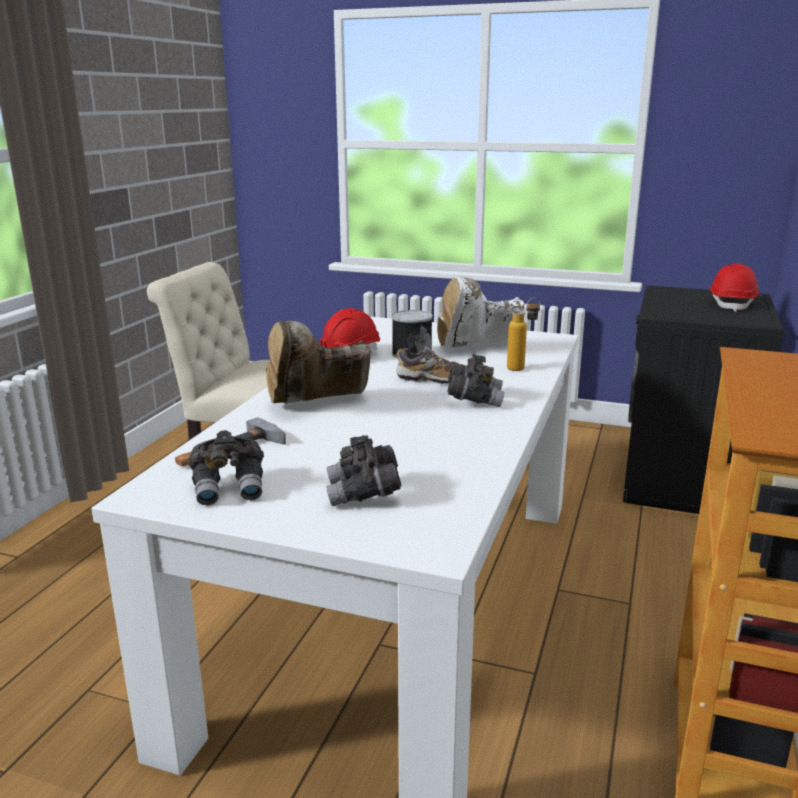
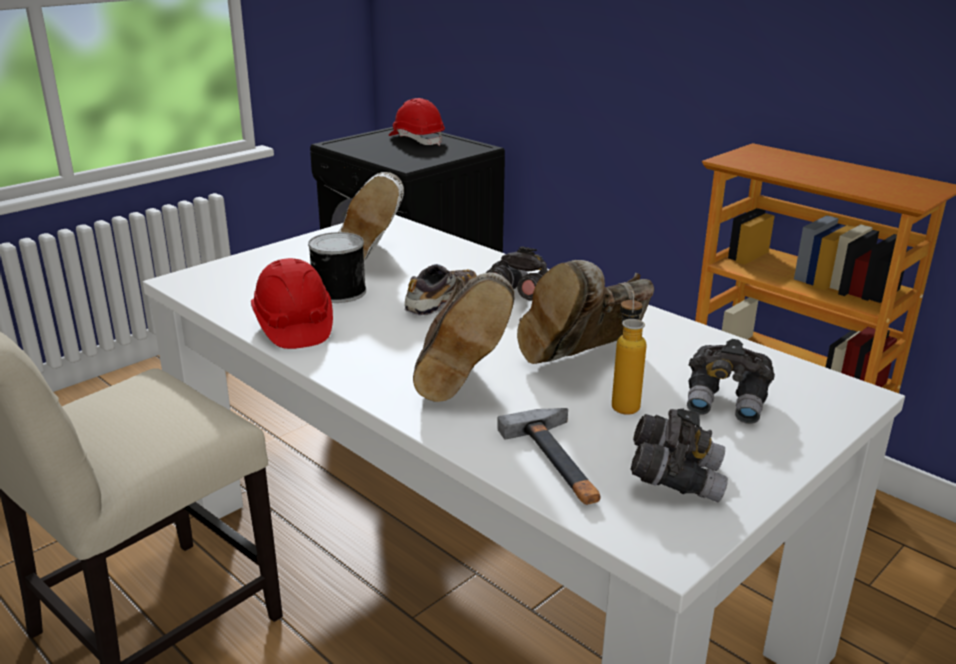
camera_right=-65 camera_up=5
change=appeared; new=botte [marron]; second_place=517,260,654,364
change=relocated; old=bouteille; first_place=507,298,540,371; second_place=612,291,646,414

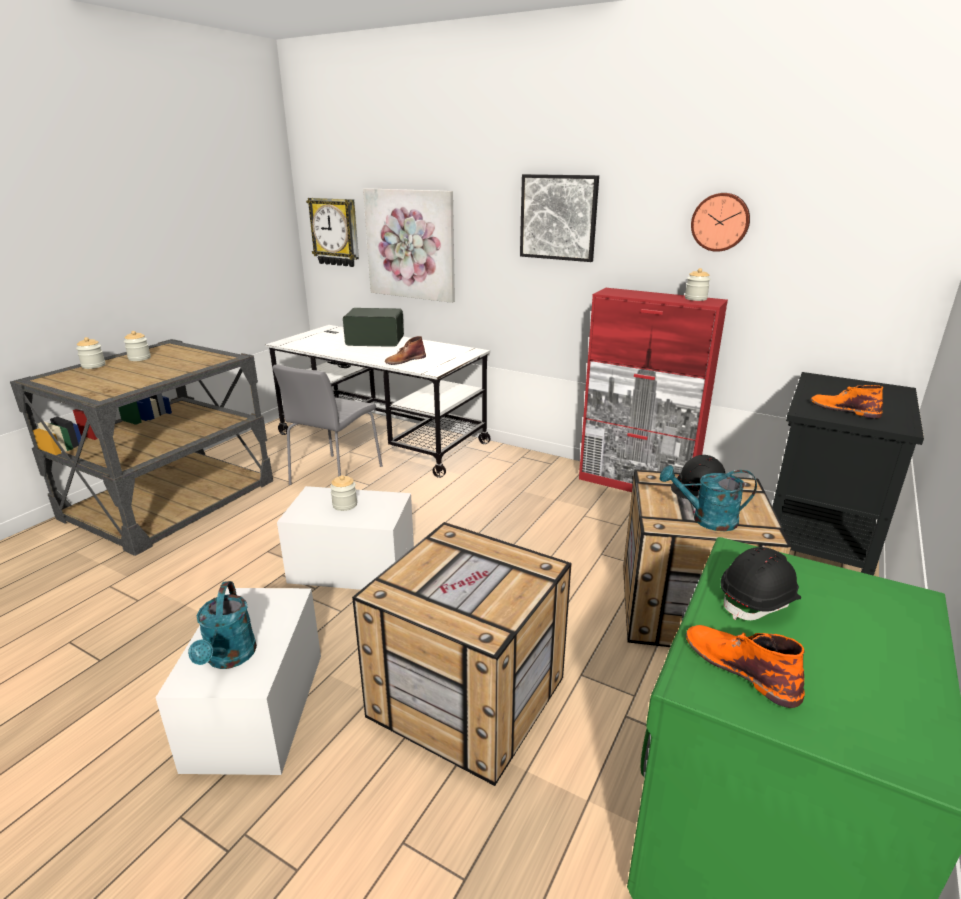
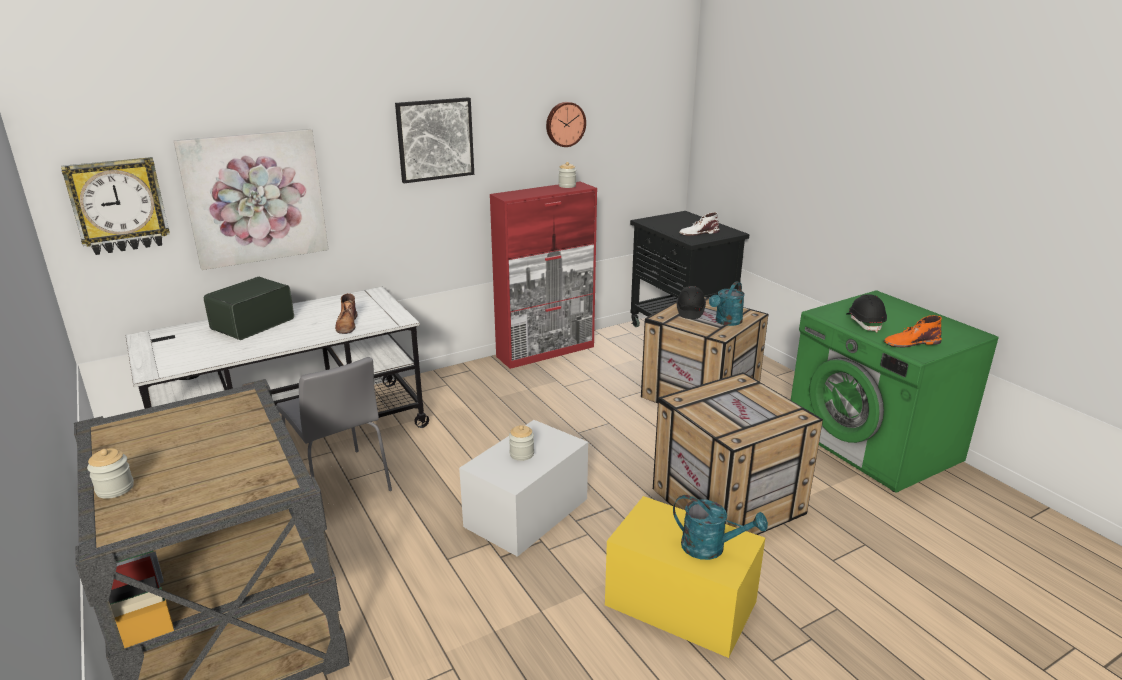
camera_right=-60 camera_up=0
change=missing; old=bocal; first_place=124,331,151,361
change=colour; old=boîte de rangement [blanc]; new=boîte de rangement [jaune]; first_place=155,588,321,775; second_place=605,496,765,658
change=colour; old=botte [orange]; new=botte [blanc]; first_place=811,385,883,419; second_place=679,212,719,236

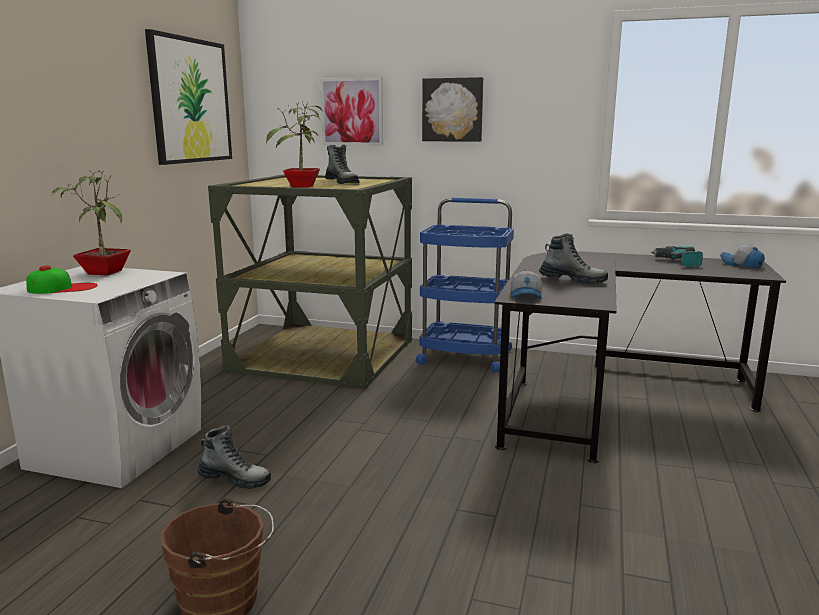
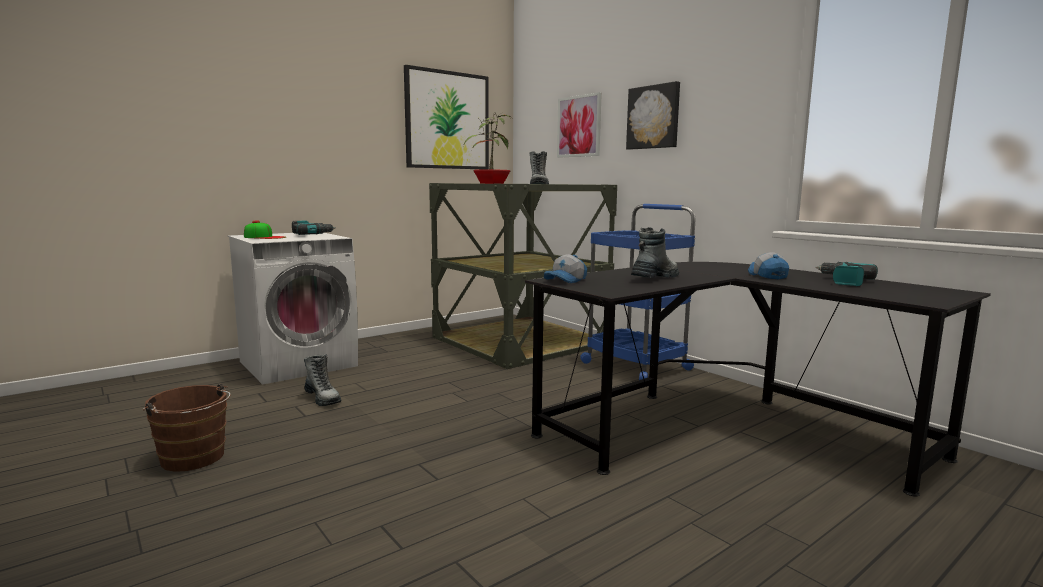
camera_right=35 camera_up=-5
change=relocated; old=casquette; first_place=720,245,765,268; second_place=748,252,789,279
change=exchanged; old=plante en pot; new=perceuse; first_place=51,171,131,276; second_place=292,221,336,235
change=spun; old=botte; first_place=539,233,608,284; second_place=630,227,679,278; degrees=-105

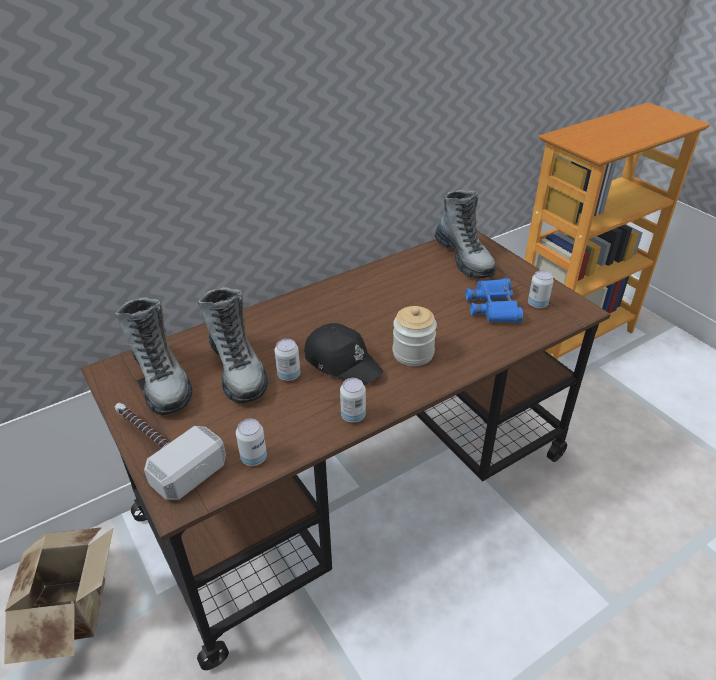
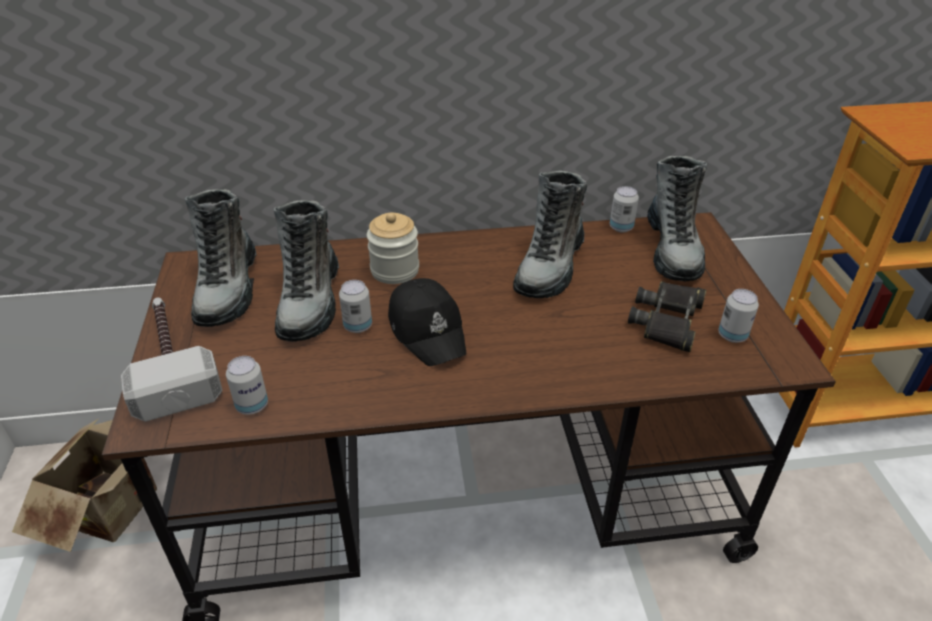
camera_right=25 camera_up=0
change=appeared; new=botte; second_place=513,170,587,298
change=relocated; old=boîte métallique; first_place=340,378,366,423; second_place=610,186,639,233
change=relocated; old=bocal; first_place=393,306,437,366; second_place=367,213,419,284
change=colour; old=jumelles [bleu]; new=jumelles [noir]; first_place=466,278,523,323; second_place=628,281,706,352

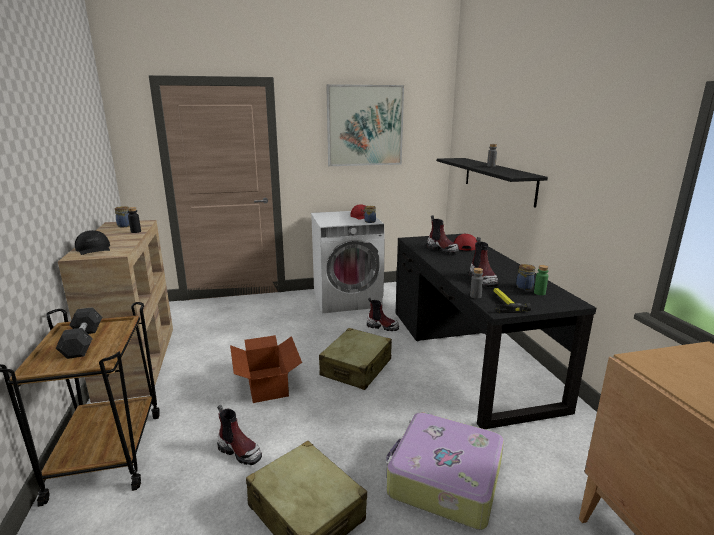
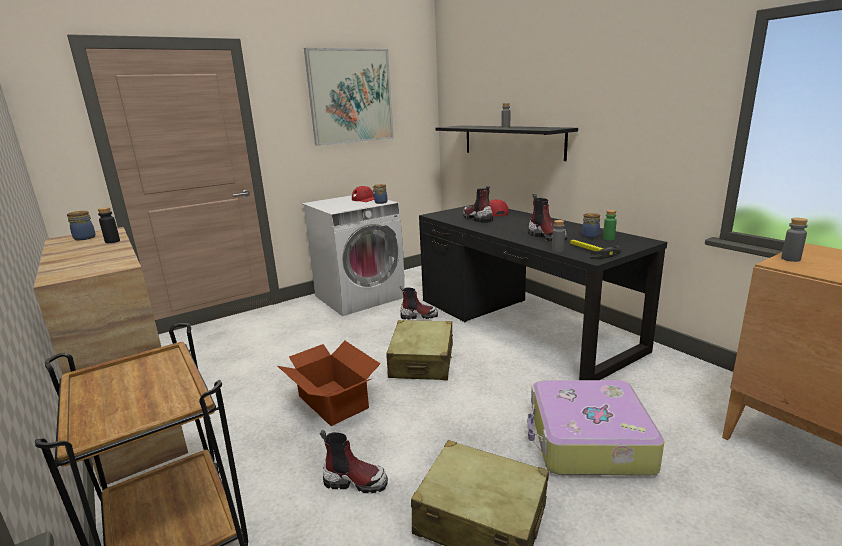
camera_right=-20 camera_up=0
change=missing; old=haltère [gris]; first_place=56,307,102,359
change=missing; old=casquette [noir]; first_place=75,230,110,255
change=appeared; new=bouteille [gris]; second_place=781,218,808,262
change=spun; old=botte; first_place=427,215,459,254; second_place=463,186,493,223; degrees=-150

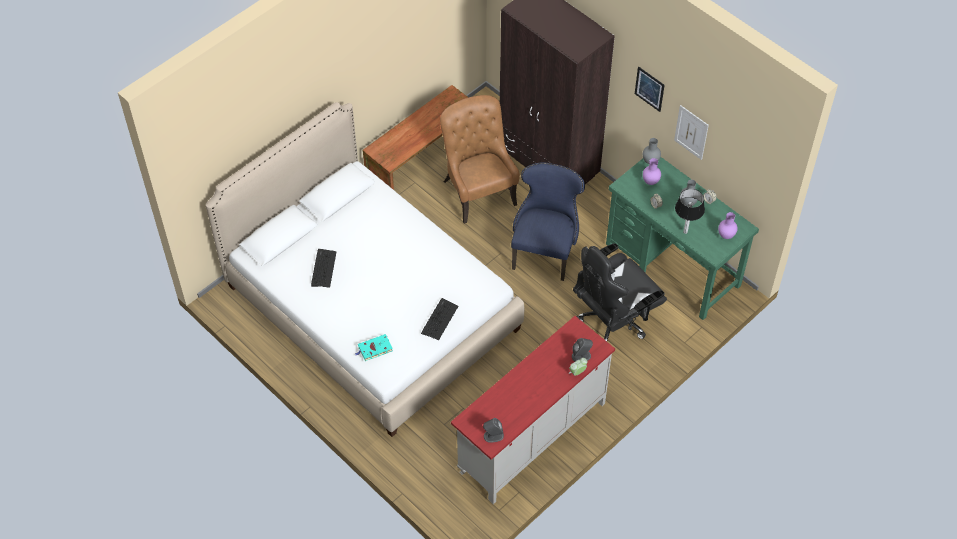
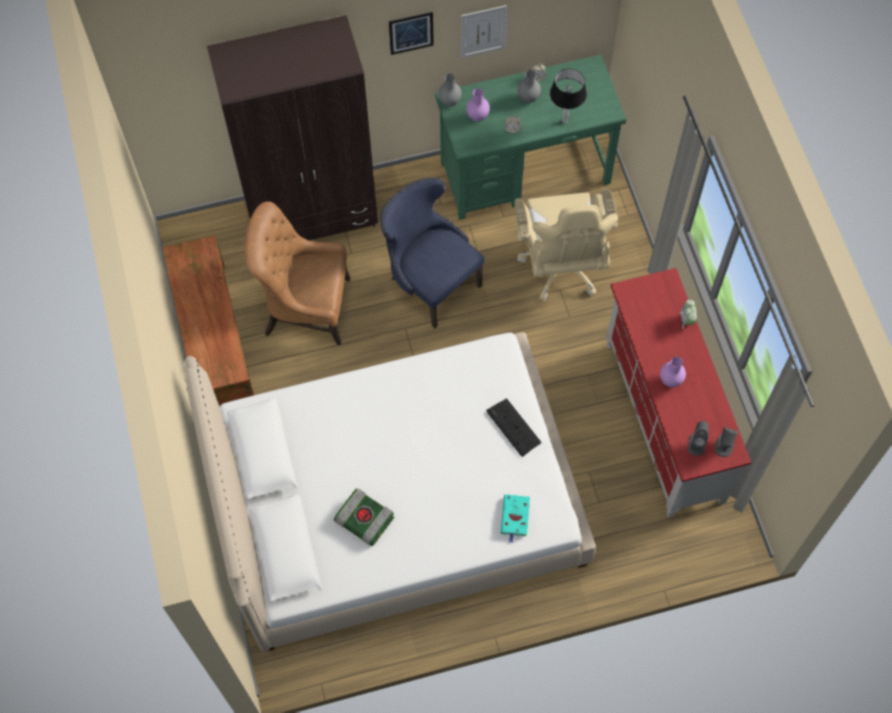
camera_right=-60 camera_up=10
change=relocated; old=enceinte [gris]; first_place=572,338,593,362; second_place=688,421,709,456
change=relocated; old=vase [violet]; first_place=718,212,738,239; second_place=660,357,686,387
change=exchanged; old=clavier; new=livre; first_place=311,249,337,288; second_place=334,488,394,546
change=colour; old=chaise de bureau [noir]; new=chaise de bureau [beige]; first_place=573,244,667,341; second_place=515,189,618,301

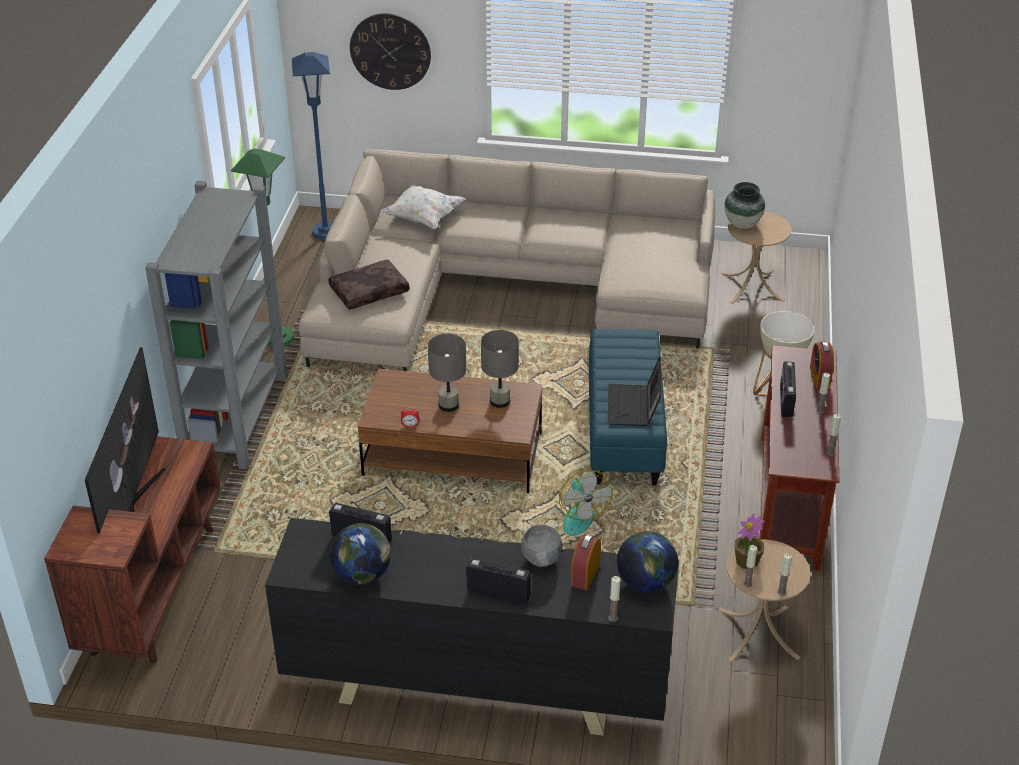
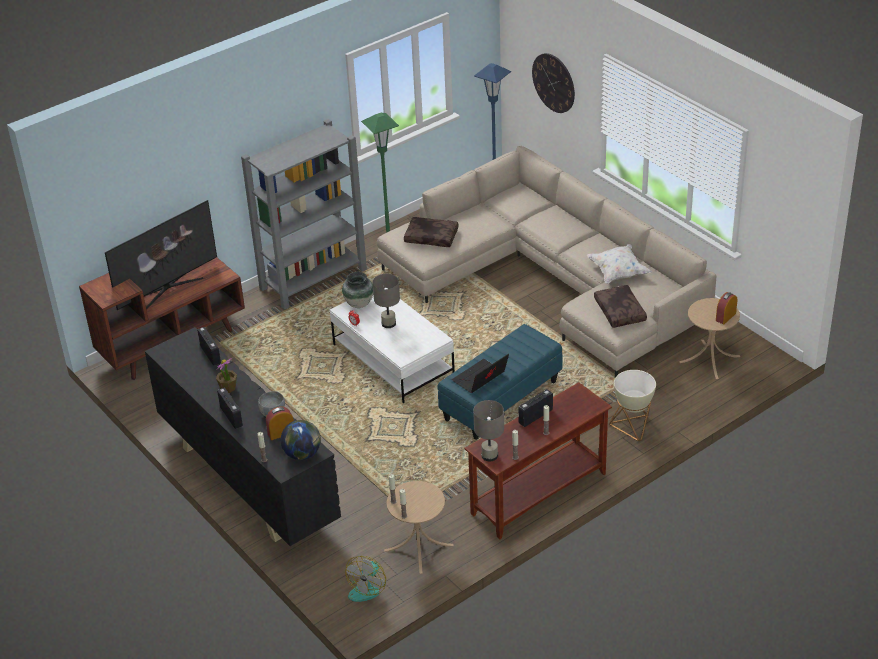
camera_right=45 camera_up=0
change=missing; old=globe; first_place=330,523,391,585
change=appeared; new=coussin [marron]; second_place=594,285,647,328
change=relocated; old=coussin [blanc]; first_place=381,183,466,229; second_place=587,244,652,284
change=relocated; old=lampe de table [gris]; first_place=481,330,519,408; second_place=474,400,504,461
change=relocated; old=ventilateur; first_place=553,470,613,536; second_place=345,556,386,602
change=relocated; old=vase; first_place=724,182,765,229; second_place=342,272,373,308
change=relocated; old=plante en pot; first_place=735,514,765,569; second_place=216,357,237,393
change=relocated; old=réveil; first_place=810,341,834,388; second_place=716,292,737,324
change=colour; old=table basse [marron]; new=table basse [blanc]; first_place=358,369,542,493; second_place=330,296,455,403

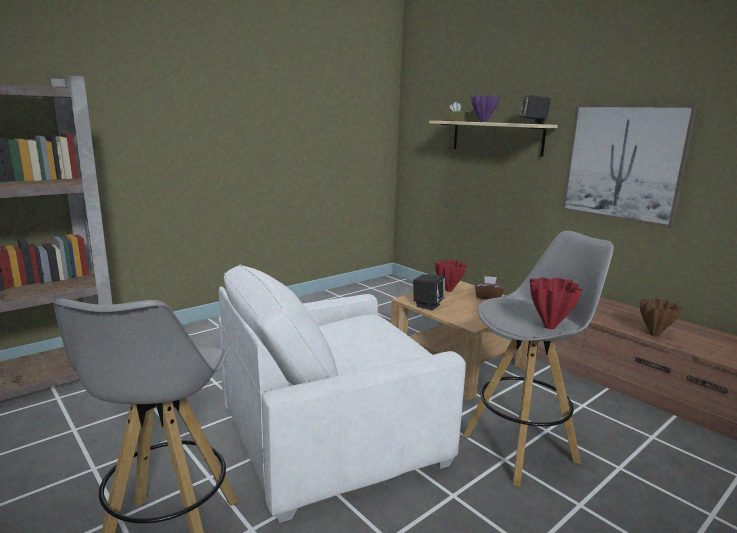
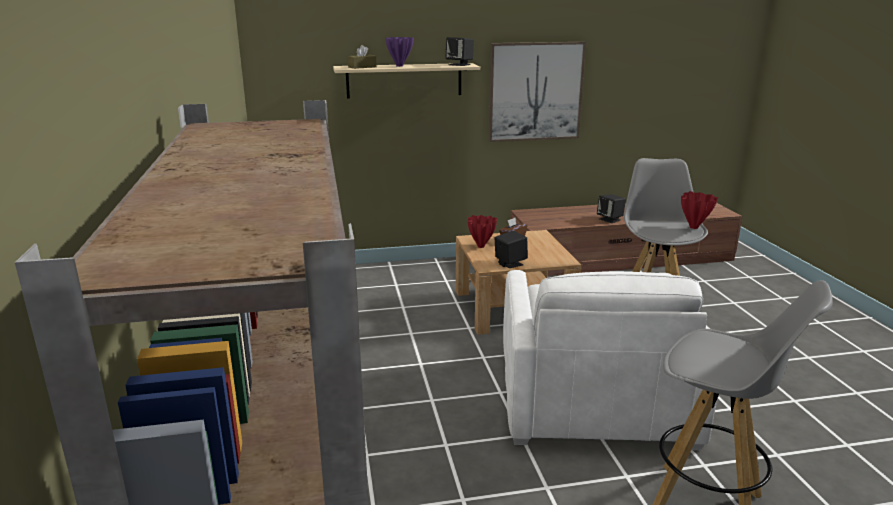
camera_right=-60 camera_up=5
change=exchanged; old=vase [marron]; new=enceinte [noir]; first_place=640,298,683,337; second_place=597,194,626,223

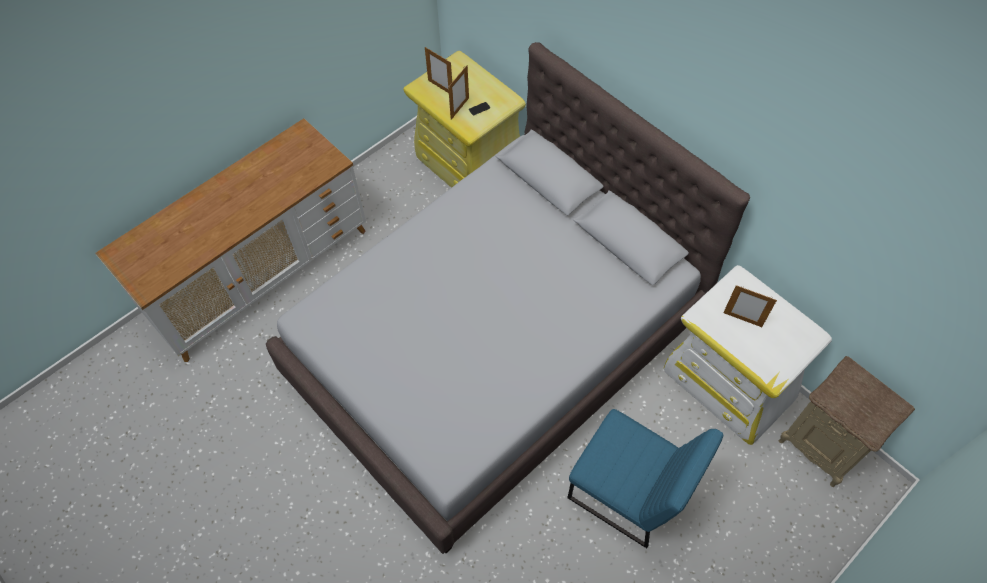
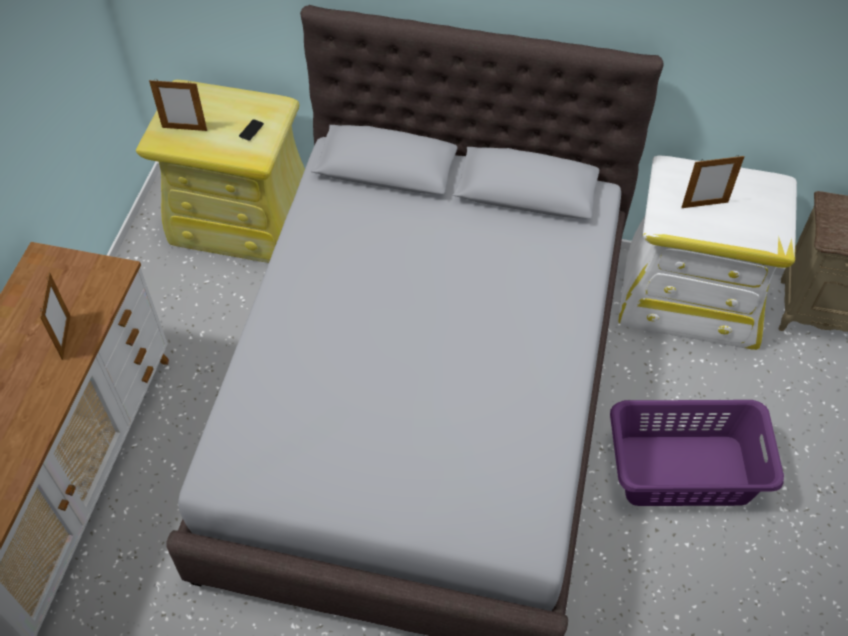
camera_right=-35 camera_up=-5
change=relocated; old=cadre photo; first_place=448,65,469,120; second_place=40,272,70,360
change=exchanged; old=chaise [bleu]; new=panier à linge [violet]; first_place=567,409,723,548; second_place=610,400,784,506

